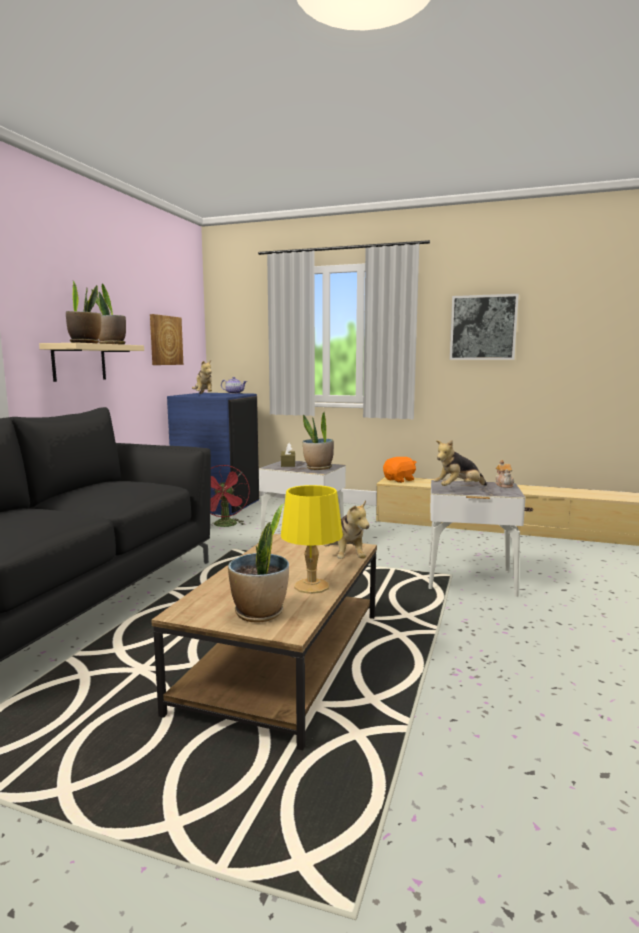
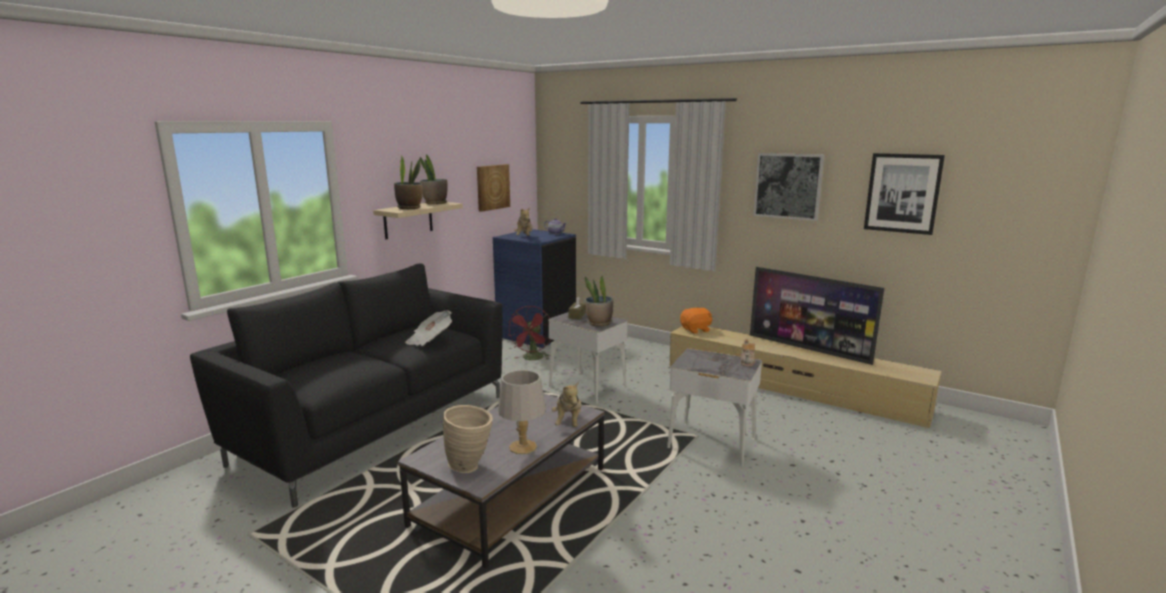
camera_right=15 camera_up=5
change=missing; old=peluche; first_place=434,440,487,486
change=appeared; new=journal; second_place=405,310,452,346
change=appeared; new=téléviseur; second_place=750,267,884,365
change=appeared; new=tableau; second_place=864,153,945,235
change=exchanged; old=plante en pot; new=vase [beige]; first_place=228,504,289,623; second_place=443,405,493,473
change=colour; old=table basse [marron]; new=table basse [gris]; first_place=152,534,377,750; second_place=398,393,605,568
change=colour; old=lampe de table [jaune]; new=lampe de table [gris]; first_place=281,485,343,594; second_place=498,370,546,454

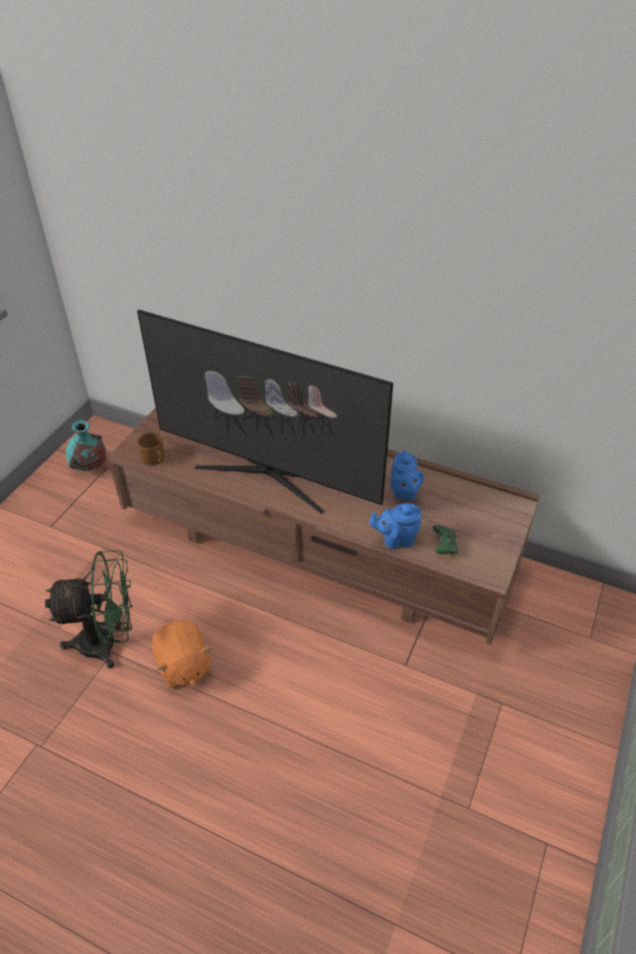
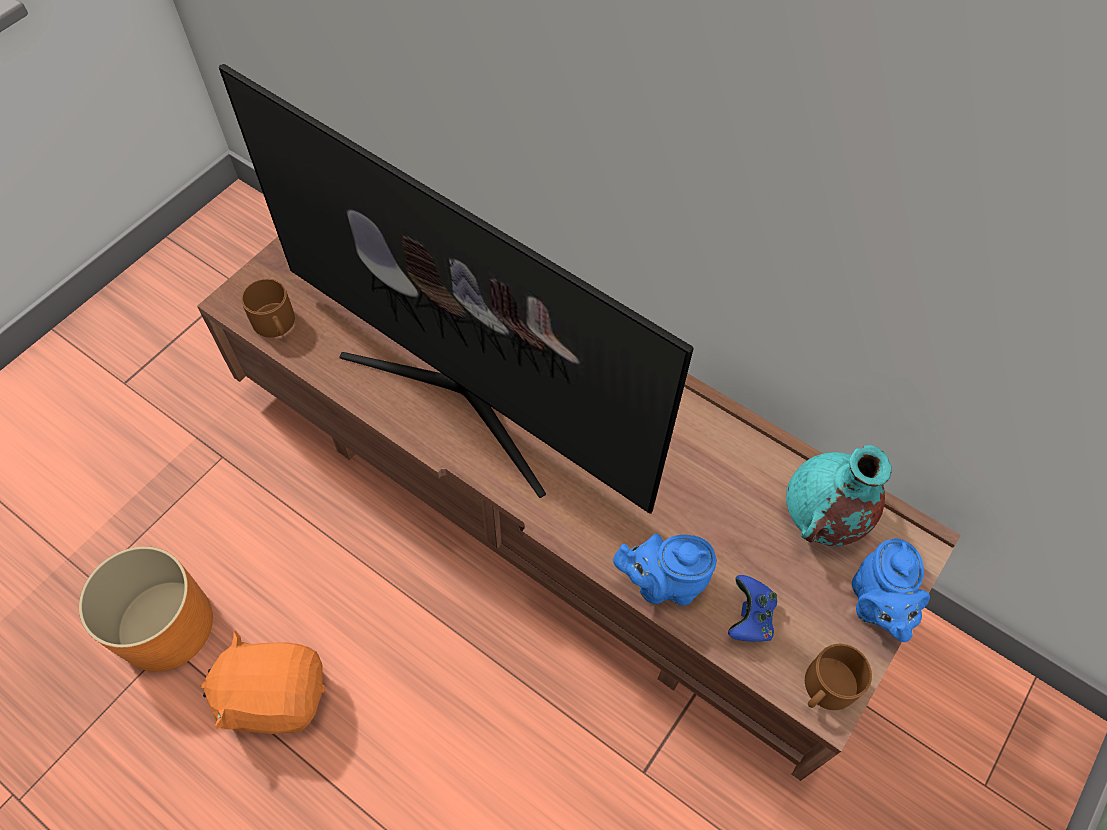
camera_right=10 camera_up=15
change=appeared; new=mug [marron]; second_place=805,644,872,710
change=relocated; old=vase [turquoise]; first_place=66,420,106,471; second_place=786,445,892,546
change=relocated; old=théière [bleu]; first_place=390,450,424,501; second_place=852,538,930,642
change=exchanged; old=ventilateur [vert]; new=cache-pot [orange]; first_place=45,550,133,669; second_place=79,546,213,672
change=colour; old=manette [vert]; new=manette [bleu]; first_place=433,525,458,555; second_place=728,575,777,642
change=spun; old=peluche [orange]; first_place=152,620,213,688; second_place=200,631,326,734; degrees=105

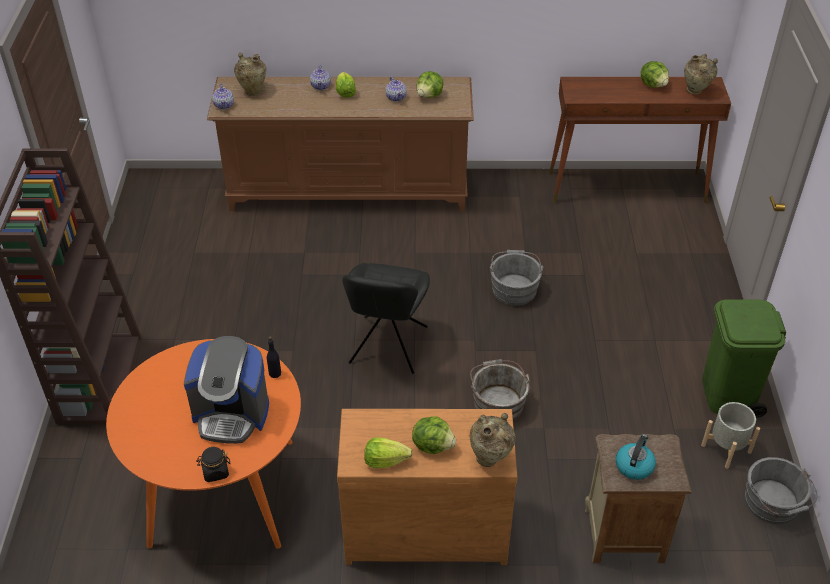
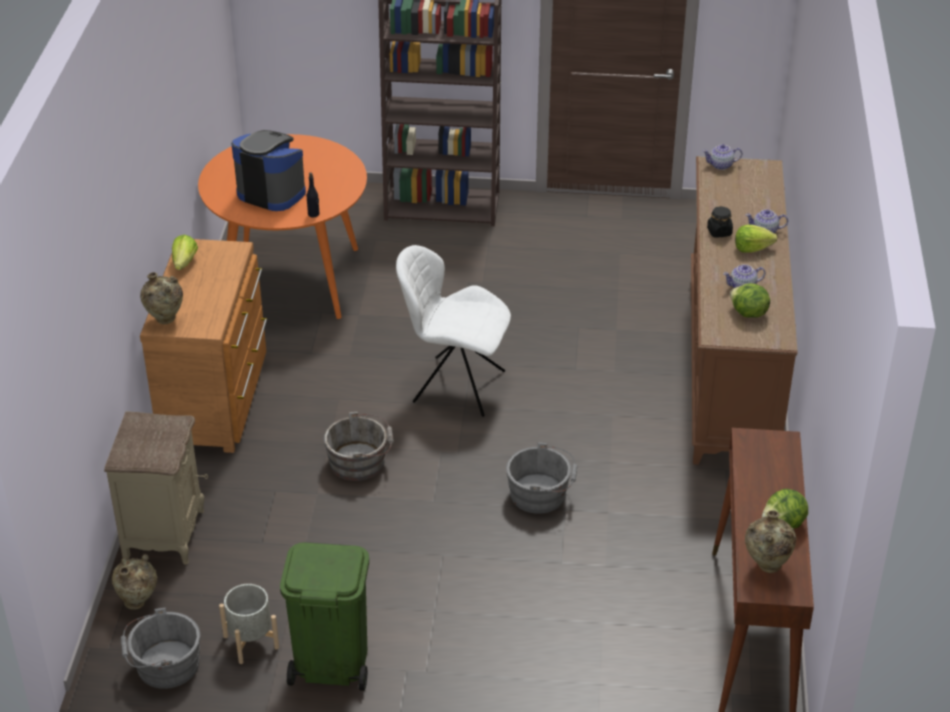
camera_right=95 camera_up=-5
change=missing; old=laitue; first_place=412,417,456,454
change=missing; old=bouilloire; first_place=616,434,656,480
change=relocated; old=bocal [noir]; first_place=196,447,231,482; second_place=707,206,733,238
change=relocated; old=vase [beige]; first_place=234,53,266,96; second_place=112,554,158,610
change=colour; old=chaise [noir]; new=chaise [blanc]; first_place=342,263,430,374; second_place=396,245,511,417
change=spun; old=machine à café; first_place=184,336,269,444; second_place=231,130,306,211; degrees=105

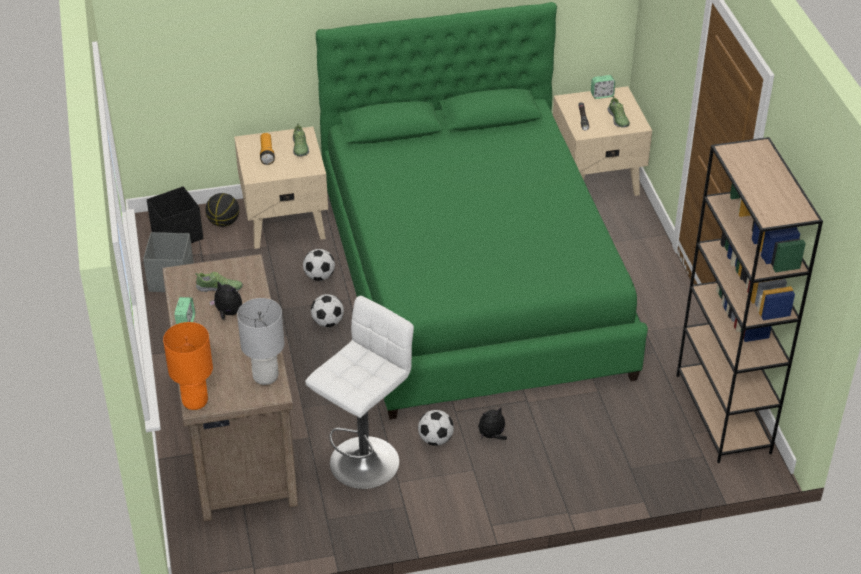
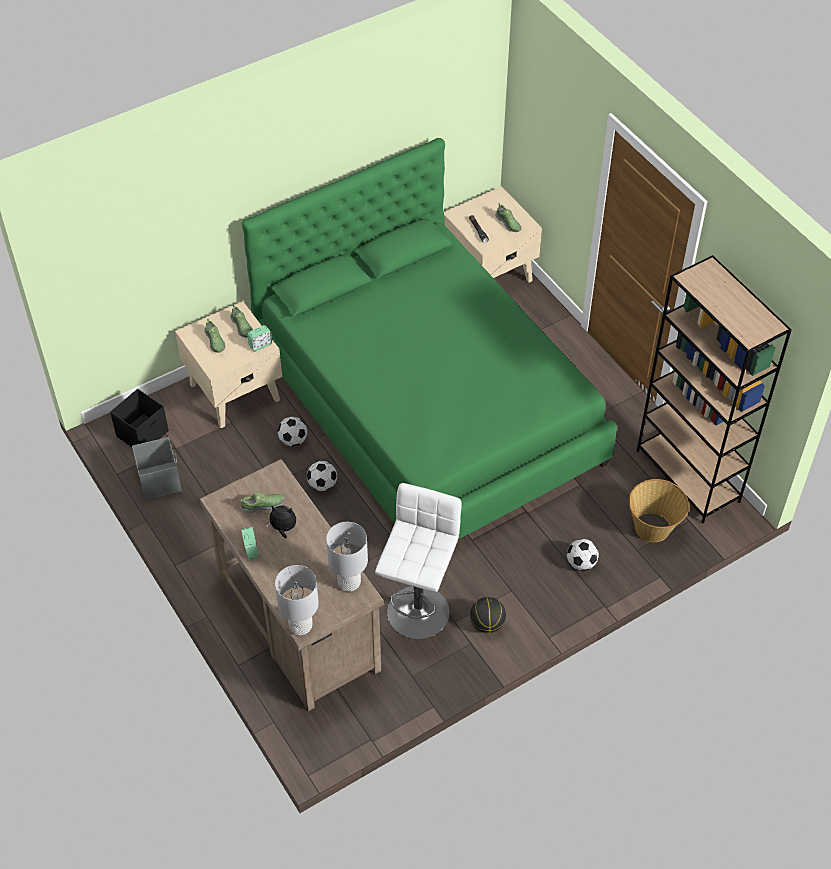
camera_right=-20 camera_up=10
change=missing; old=peluche; first_place=478,407,507,440
change=appeared; new=panier; second_place=628,479,689,542
change=relocated; old=ballon de basket; first_place=205,193,239,227; second_place=470,597,506,633
change=relocated; old=ballon de foot; first_place=418,410,454,446; second_place=567,539,599,571
change=relocated; old=réveil; first_place=591,75,615,99; second_place=247,325,272,352
change=exchanged; old=lampe de poche; new=chaussure; first_place=260,133,275,165; second_place=204,319,226,353
change=colour; old=lampe de table [orange]; new=lampe de table [gris]; first_place=163,322,213,410; second_place=275,565,319,635

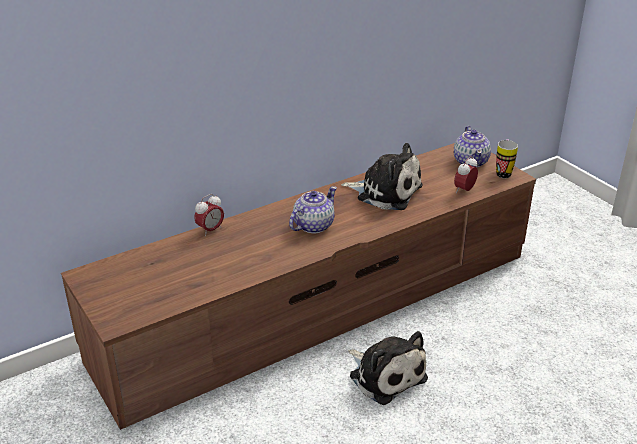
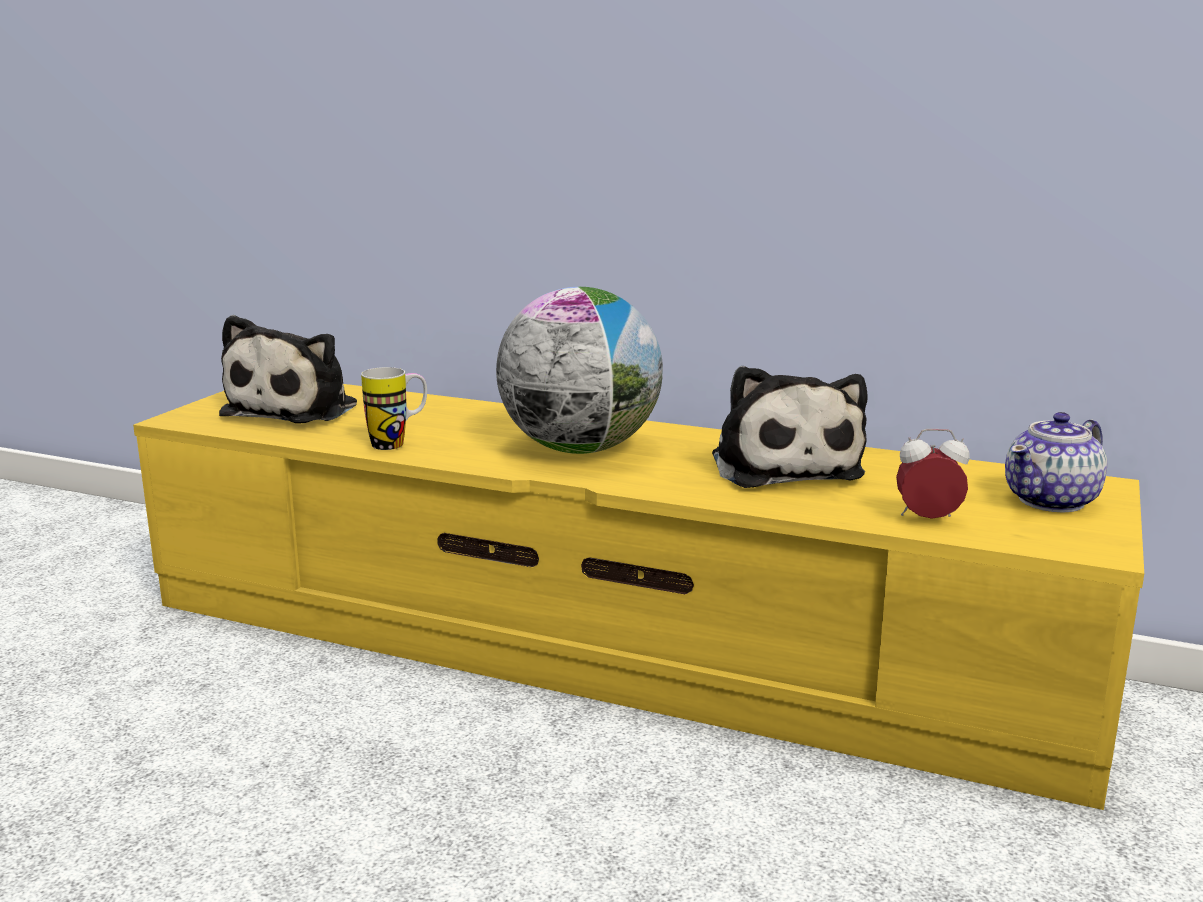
camera_right=55 camera_up=-15
change=missing; old=réveil; first_place=194,194,224,236
change=relocated; old=peluche; first_place=348,331,428,405; second_place=219,315,357,423
change=relocated; old=mug; first_place=496,139,518,178; second_place=361,367,427,450
change=exchanged; old=théière; new=globe; first_place=289,186,337,233; second_place=496,287,663,454
change=colour; old=meuble télé [marron]; new=meuble télé [jaune]; first_place=61,143,536,430; second_place=133,384,1144,810

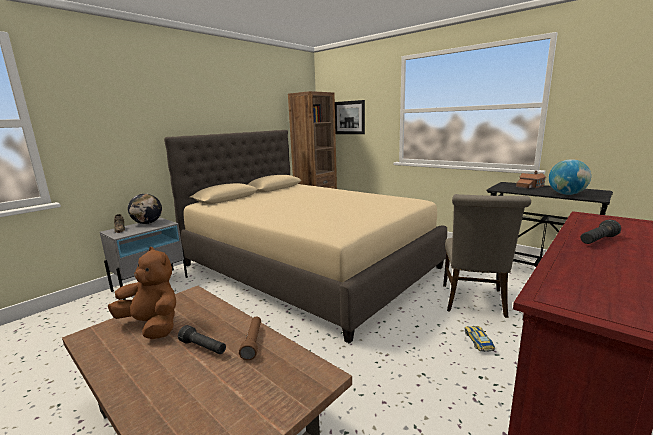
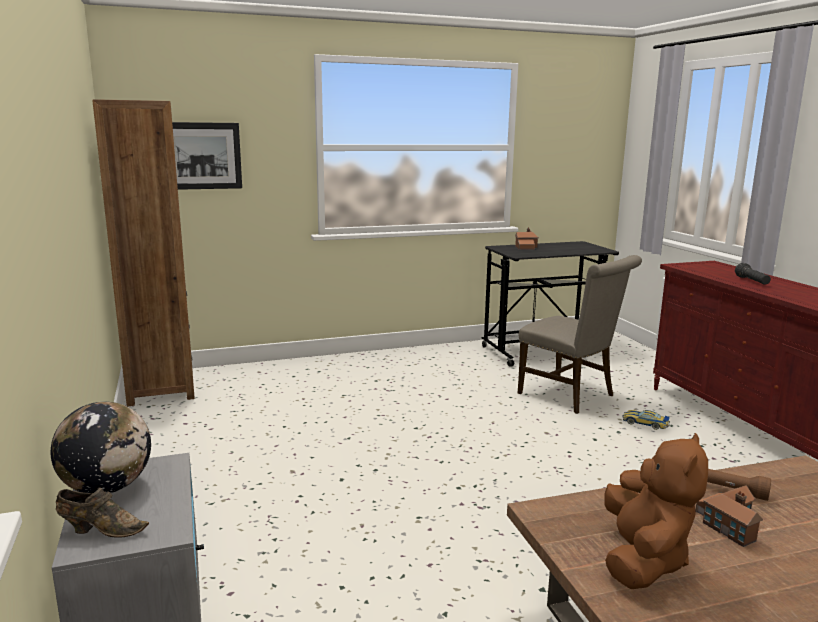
camera_right=-60 camera_up=0
change=missing; old=lit [beige]; first_place=164,130,447,344
change=missing; old=globe; first_place=549,159,591,195
change=exchanged; old=lampe de poche [noir]; new=maison miniature; first_place=178,325,226,354; second_place=695,485,763,547
change=spun; old=peluche [marron]; first_place=108,247,176,339; second_place=604,433,708,589; degrees=135

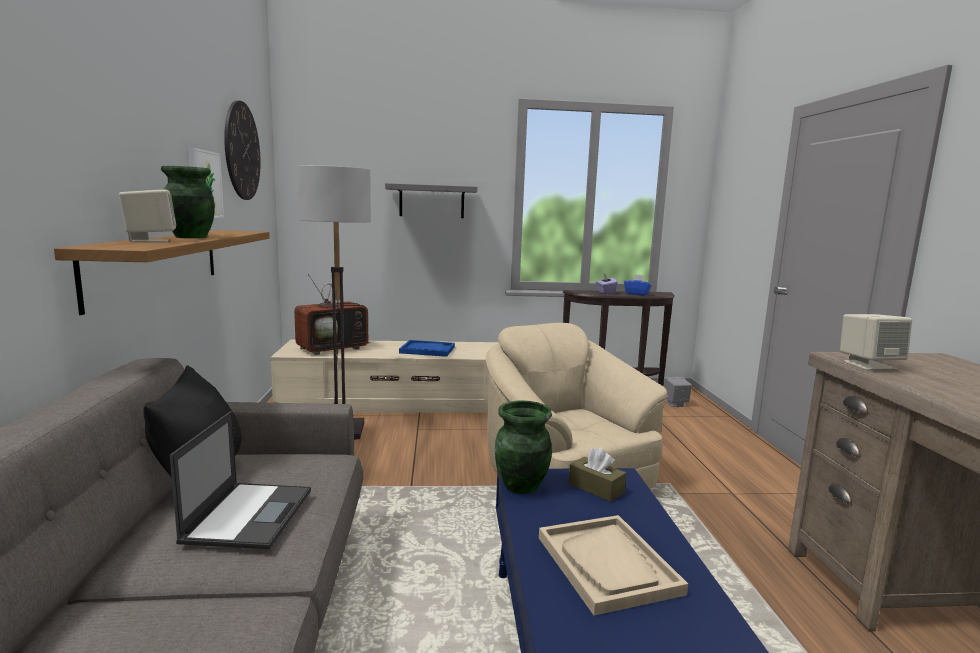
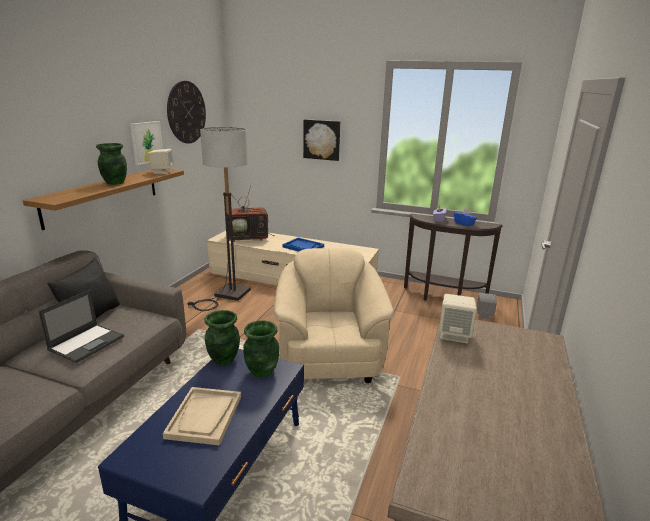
camera_right=25 camera_up=10
change=relocated; old=enceinte [beige]; first_place=119,190,176,242; second_place=148,149,174,174
change=exchanged; old=étagère [gris]; new=tableau; first_place=385,183,477,218; second_place=303,119,340,161
change=exchanged; old=boîte à mouchoirs [marron]; new=vase [vert]; first_place=568,448,626,502; second_place=243,320,279,378

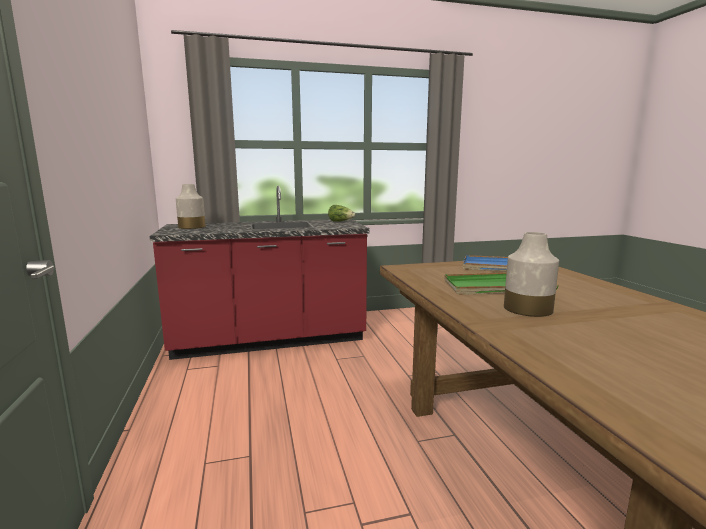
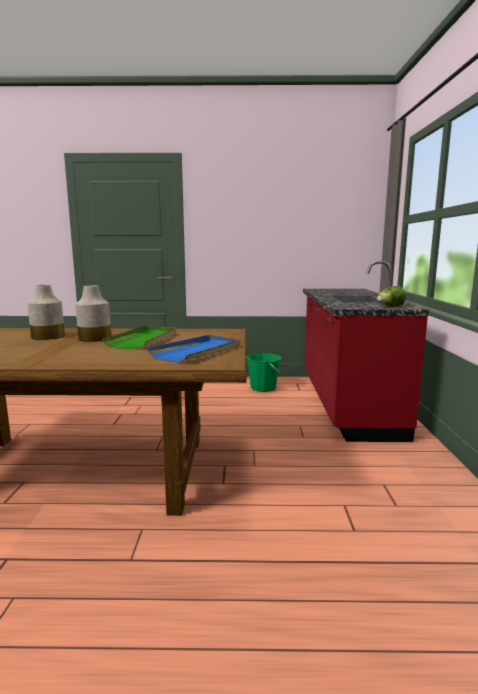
camera_right=105 camera_up=0
change=appeared; new=seau [vert]; second_place=246,353,282,392
change=relocated; old=vase [beige]; first_place=176,184,206,229; second_place=27,285,65,340

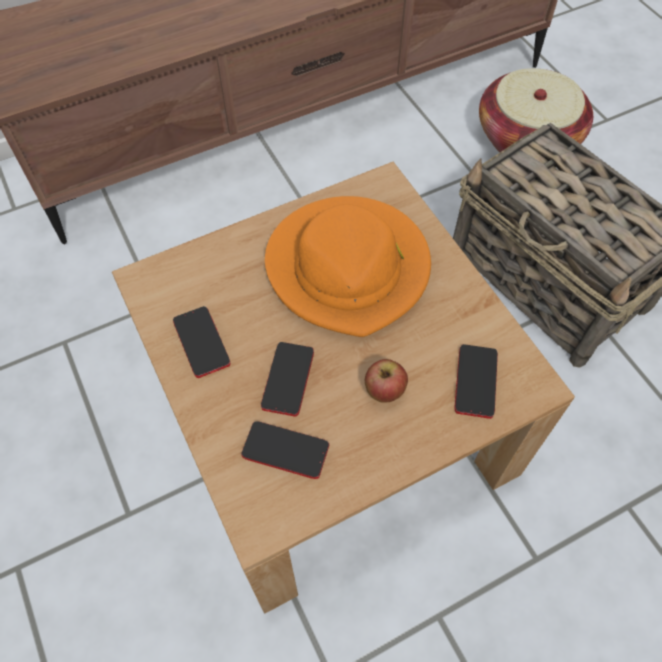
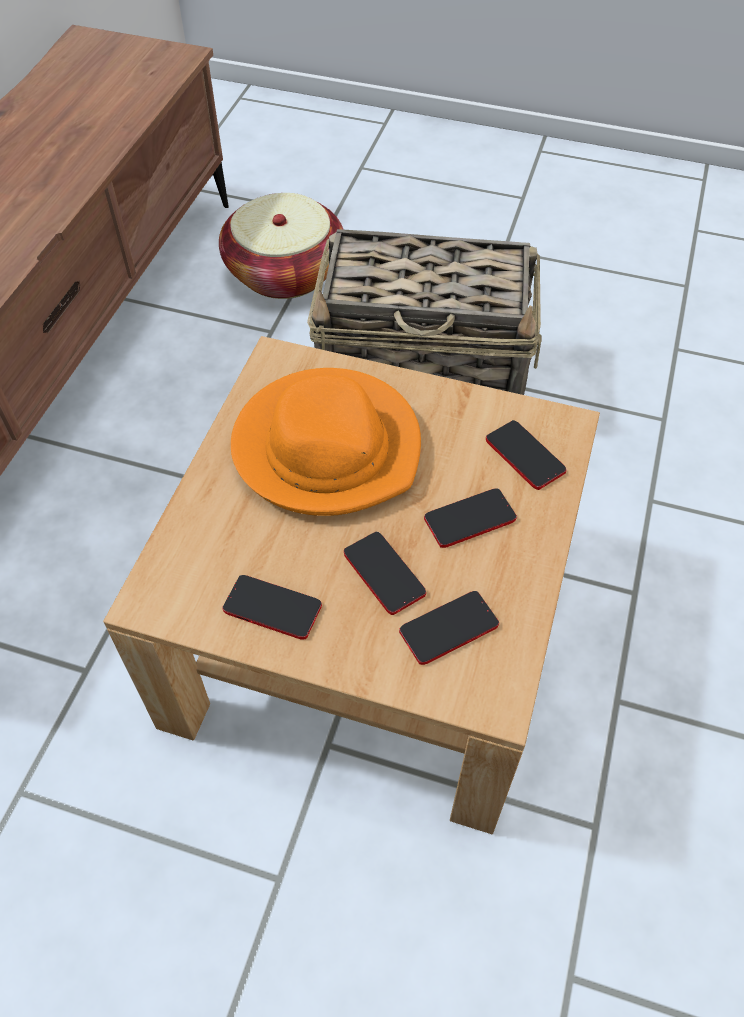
camera_right=-45 camera_up=-5
change=exchanged; old=pomme; new=téléphone; first_place=365,359,408,403; second_place=424,488,517,548

